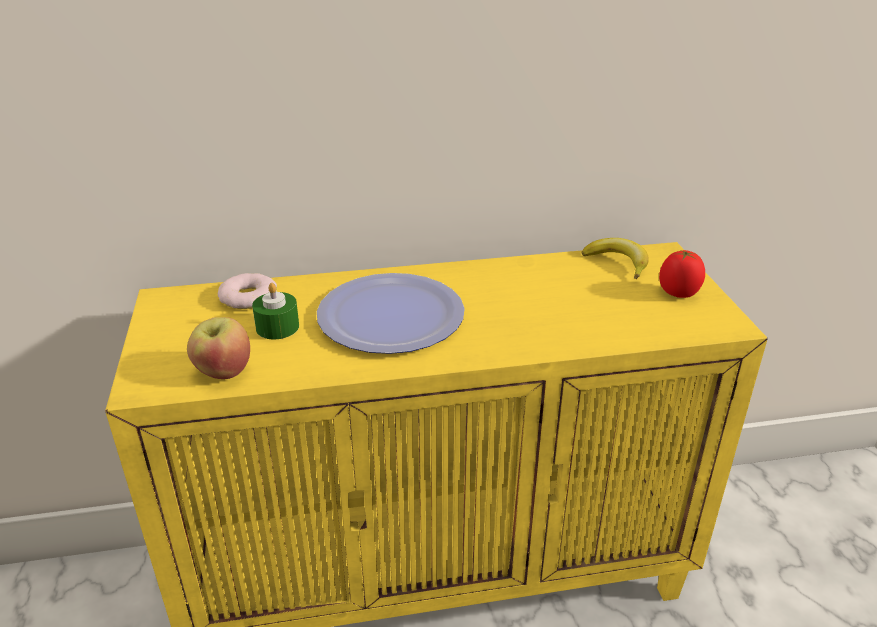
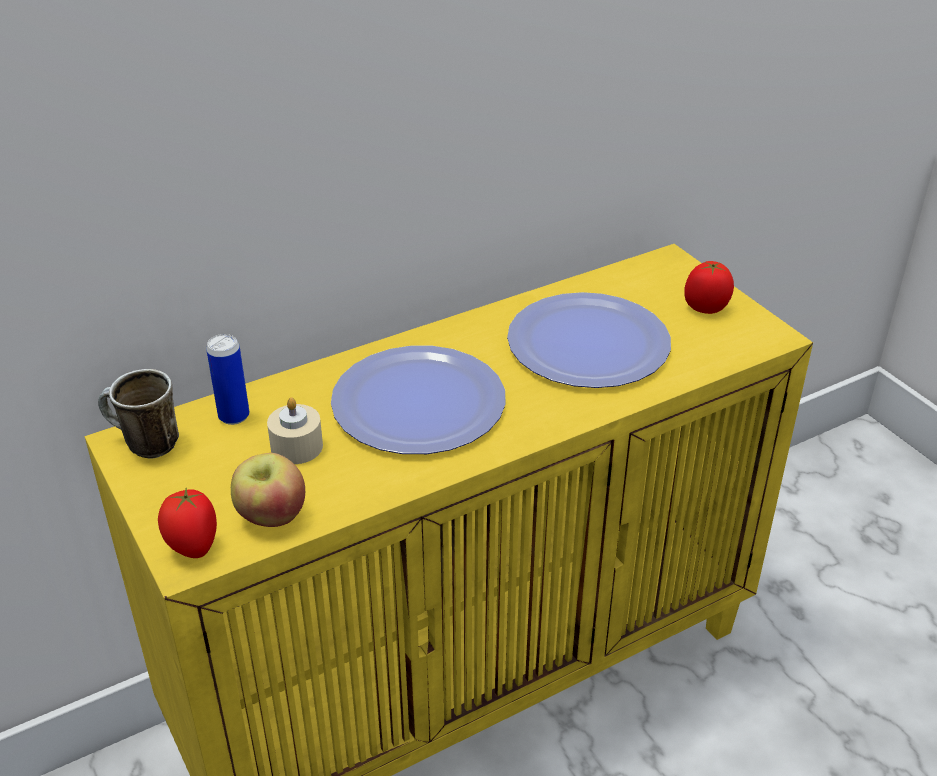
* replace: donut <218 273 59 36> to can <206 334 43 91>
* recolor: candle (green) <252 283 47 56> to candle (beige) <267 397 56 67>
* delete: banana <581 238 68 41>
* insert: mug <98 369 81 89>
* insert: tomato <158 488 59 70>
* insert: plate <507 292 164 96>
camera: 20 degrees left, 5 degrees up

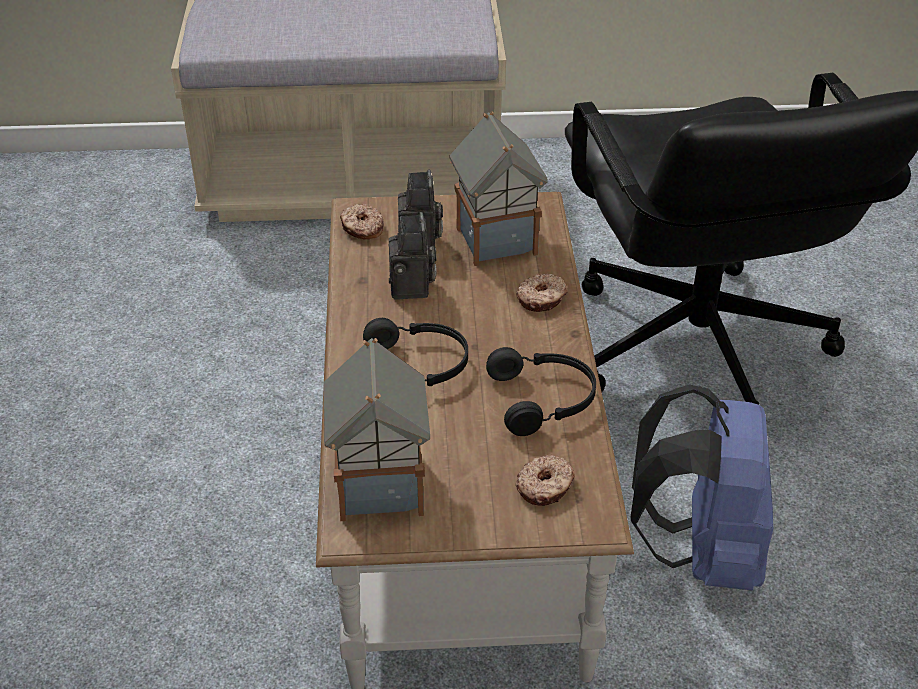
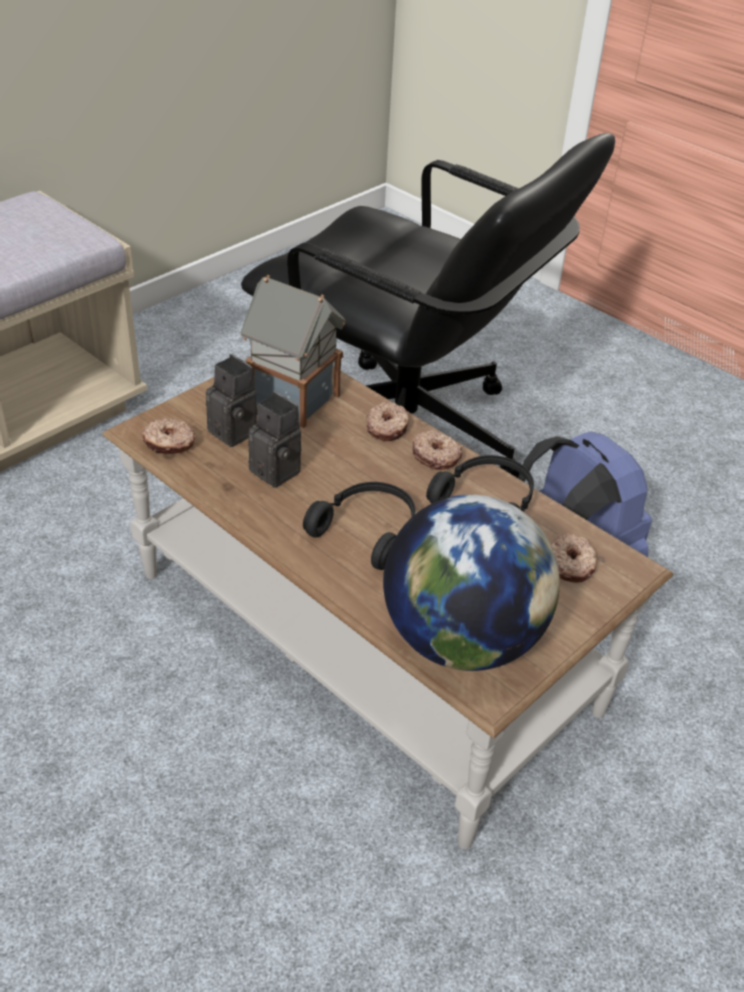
* replace: toy house <323 338 107 183> to globe <383 494 177 177>
* insert: donut <412 430 50 40>
camera: 45 degrees left, 0 degrees up

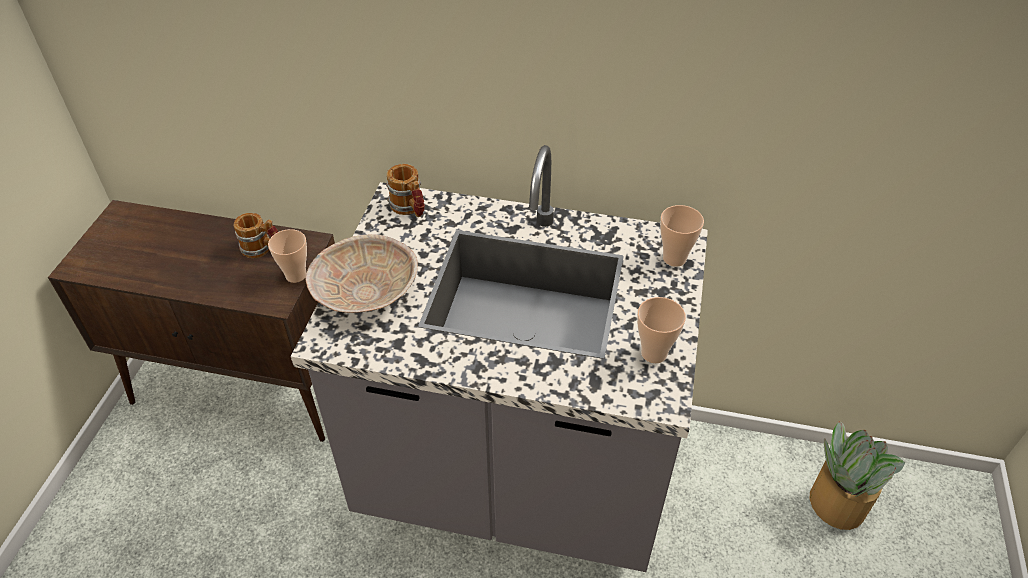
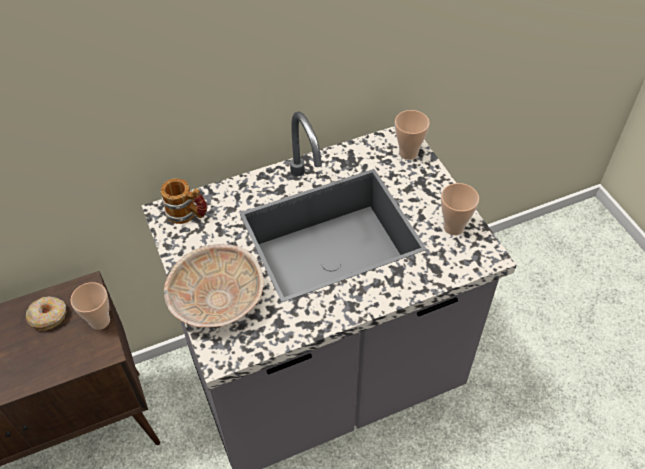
* replace: mug <233 213 45 45> to donut <26 296 40 34>
* delete: potted plant <810 421 95 109>
camera: 35 degrees left, 5 degrees up

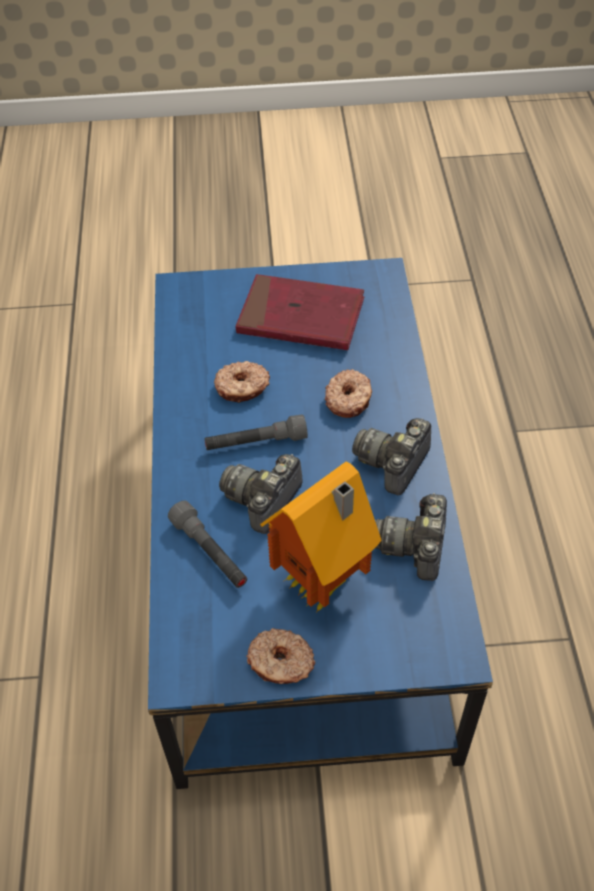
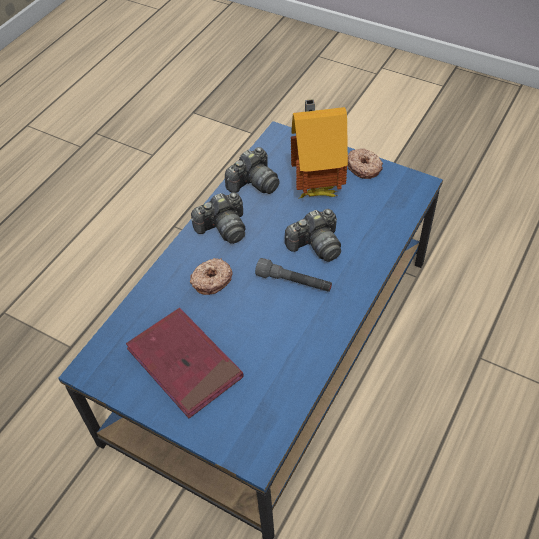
* delete: flashlight (grey) <168 500 79 88>
* delete: donut <214 361 56 42>
camera: 145 degrees left, 0 degrees up

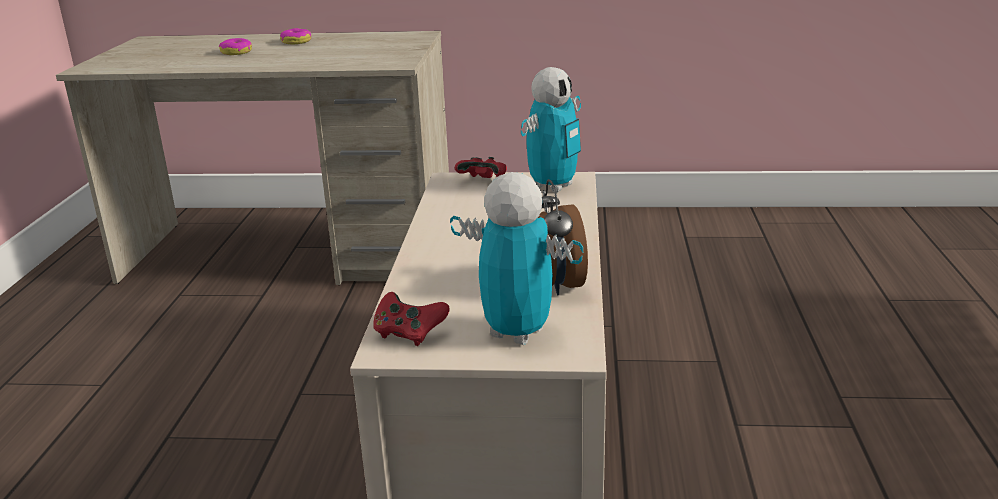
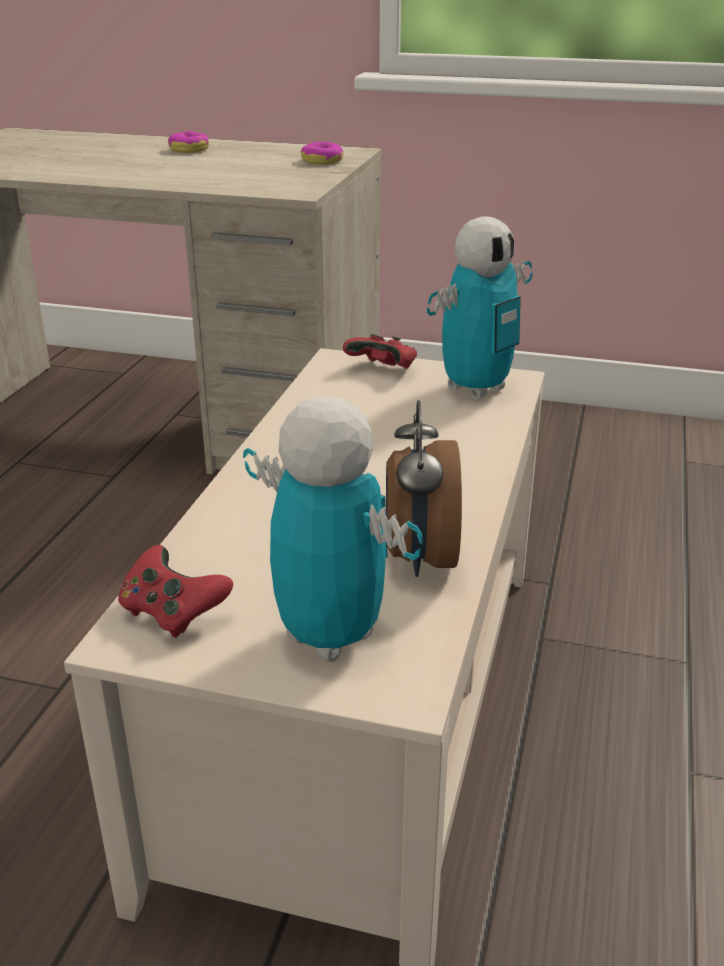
* move: donut <219 38 33 17> to <301 142 42 23>
camera: 10 degrees right, 5 degrees up

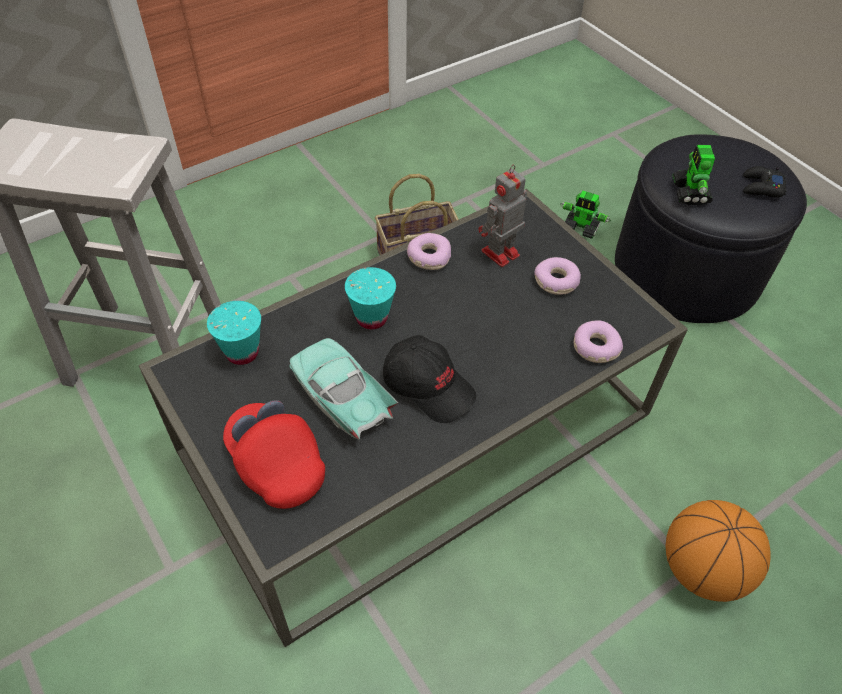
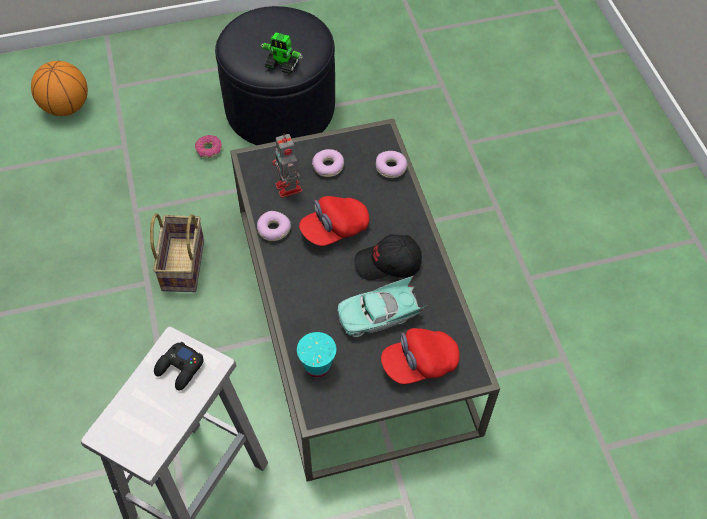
* delete: cup (turquoise) <345 267 51 62>
* rotate: cap (black) <383 335 93 88> = <354 234 68 46> 150 degrees counterclockwise
* replace: toy robot <560 190 51 49> to donut <195 135 27 23>
* move: basketball <666 500 105 102> to <31 61 57 55>
* move: game controller (black) <743 166 44 32> to <154 341 50 50>
* insert: cap (red) <299 196 70 50>
camera: 70 degrees left, 5 degrees up

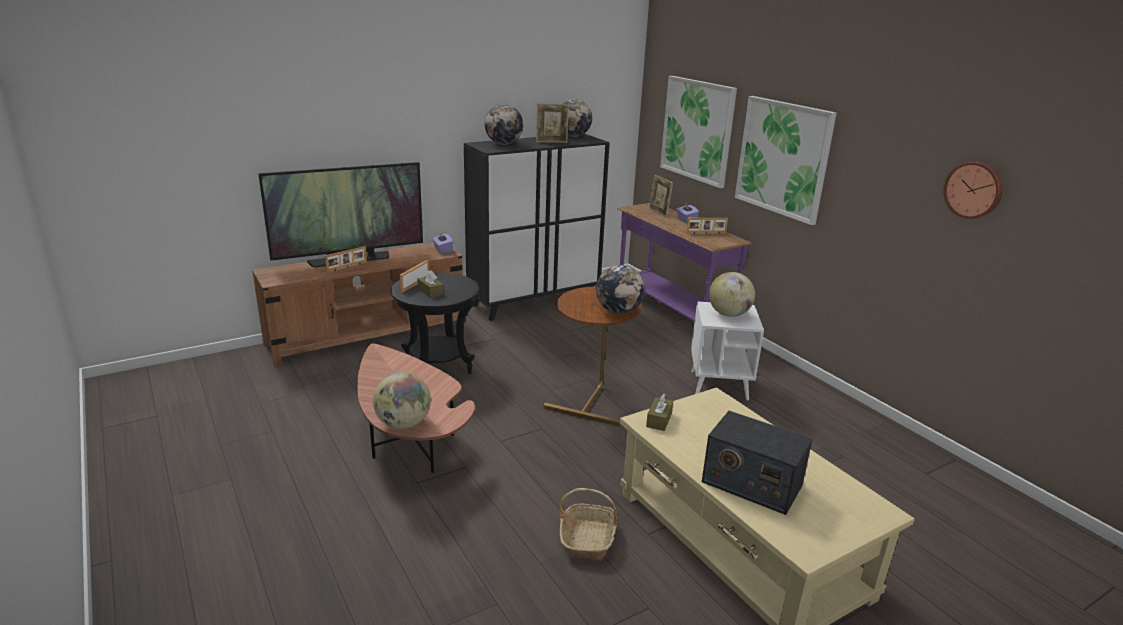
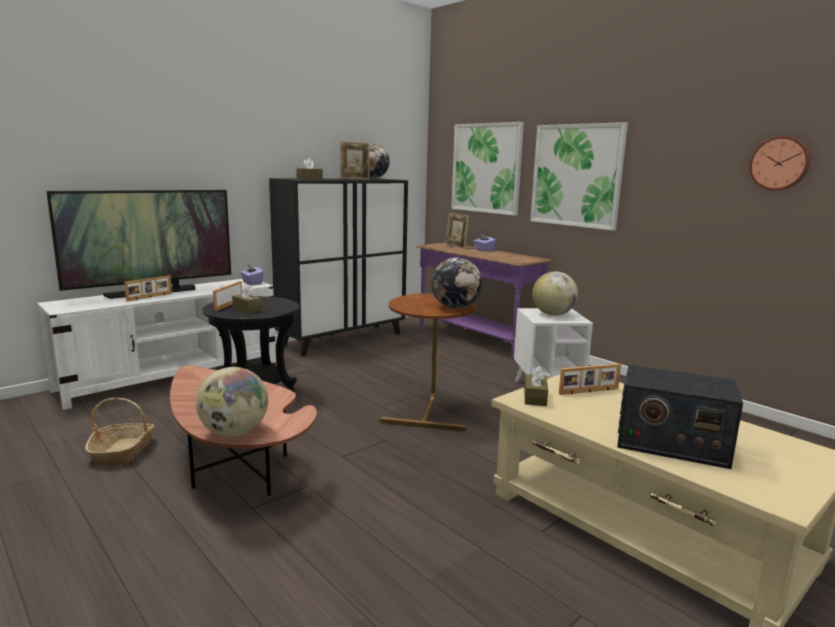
* recolor: tv stand (brown) <252 243 211 124> to tv stand (white) <37 279 239 131>
* replace: globe <485 104 38 41> to tissue box (brown) <296 159 27 20>
* move: basket <559 488 59 73> to <85 398 69 66>
* move: picture frame <686 218 42 16> to <559 363 62 32>
camera: 10 degrees left, 10 degrees down

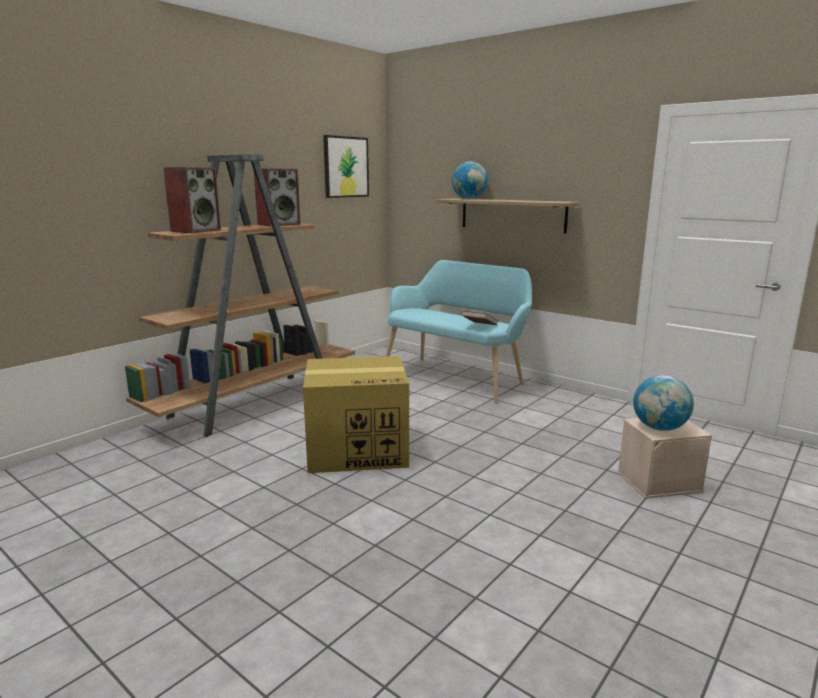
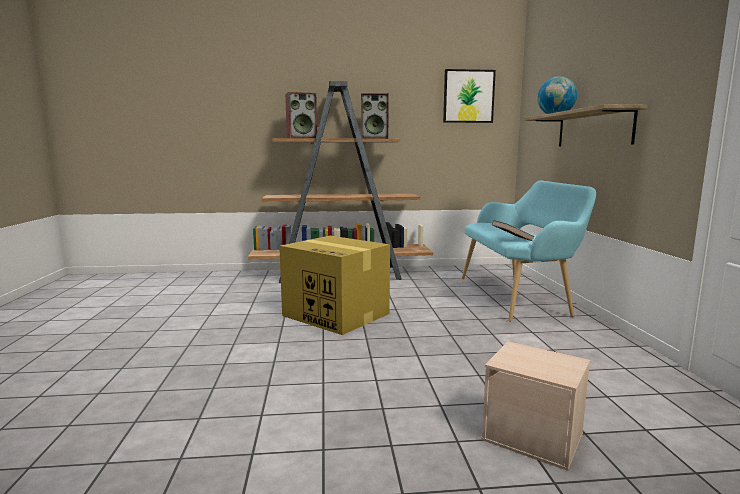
* delete: globe <633 375 61 56>
camera: 45 degrees right, 5 degrees down

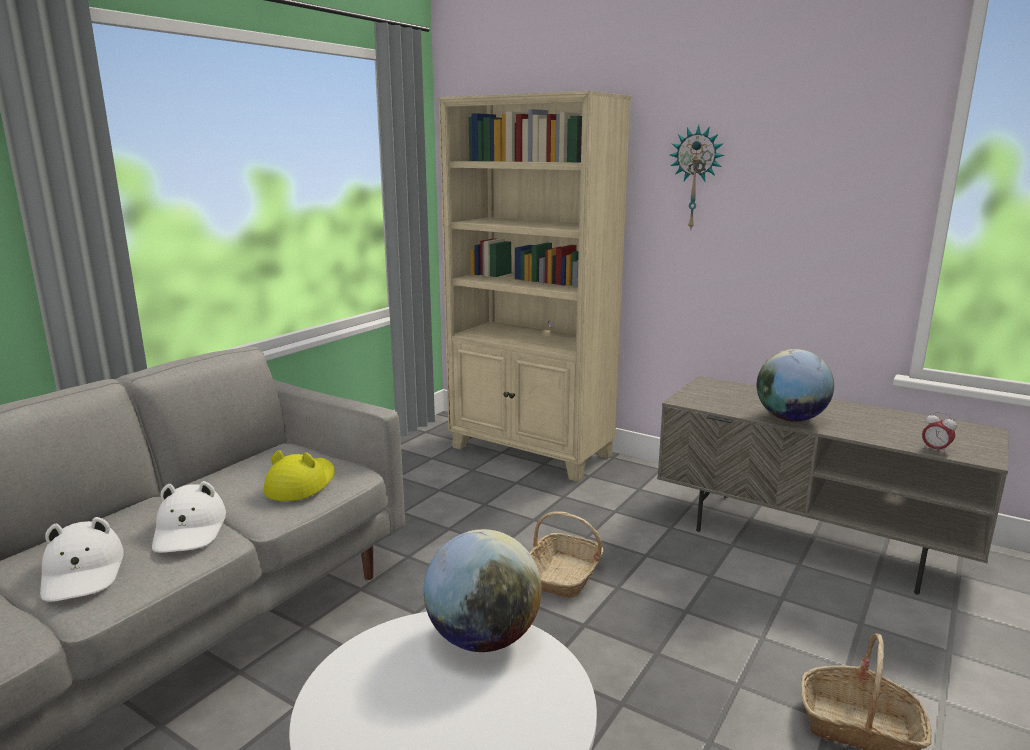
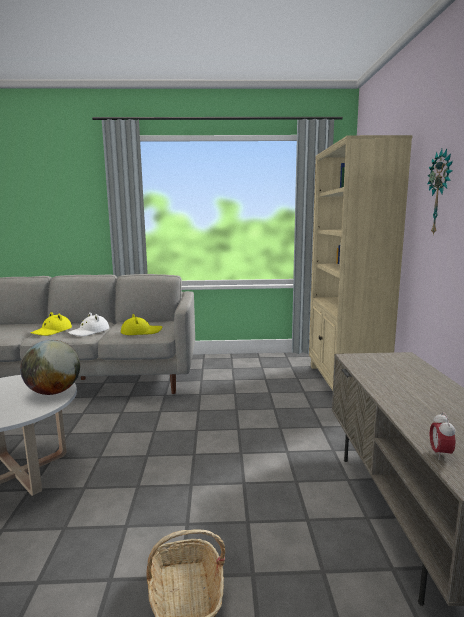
* recolor: hat (white) <40 517 84 85> to hat (yellow) <31 312 41 24>
* delete: basket <530 511 73 87>
* delete: globe <757 349 77 73>
camera: 55 degrees right, 5 degrees down

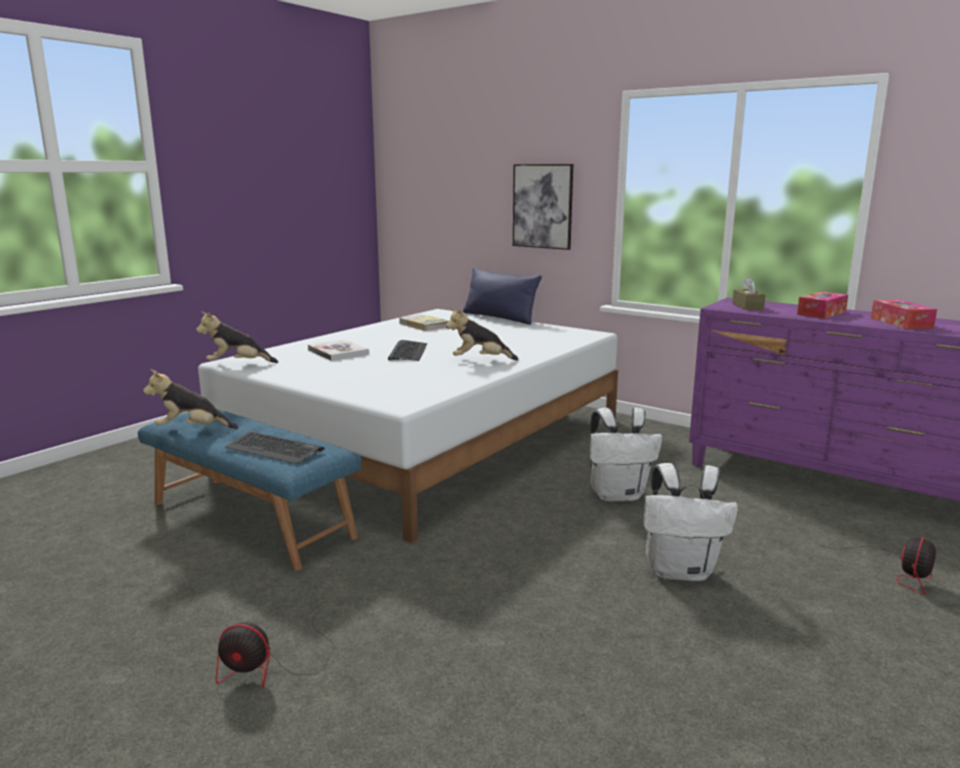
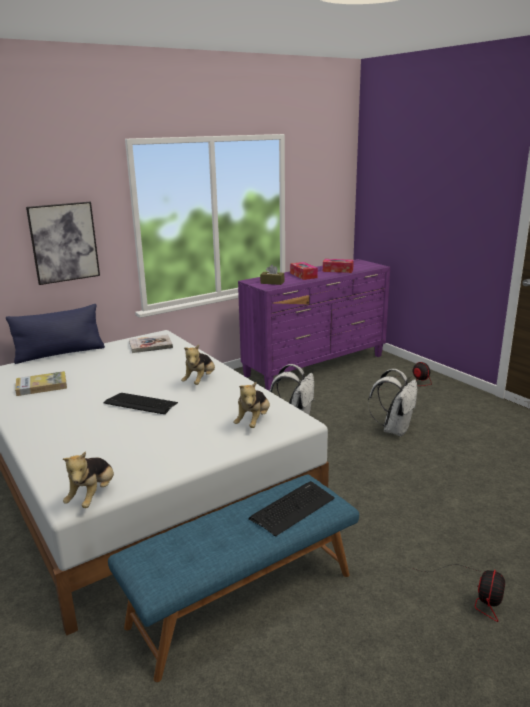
* move: plush toy <143 369 96 60> to <234 381 36 47>
* move: book <308 339 61 22> to <129 334 44 19>
camera: 70 degrees left, 5 degrees up

